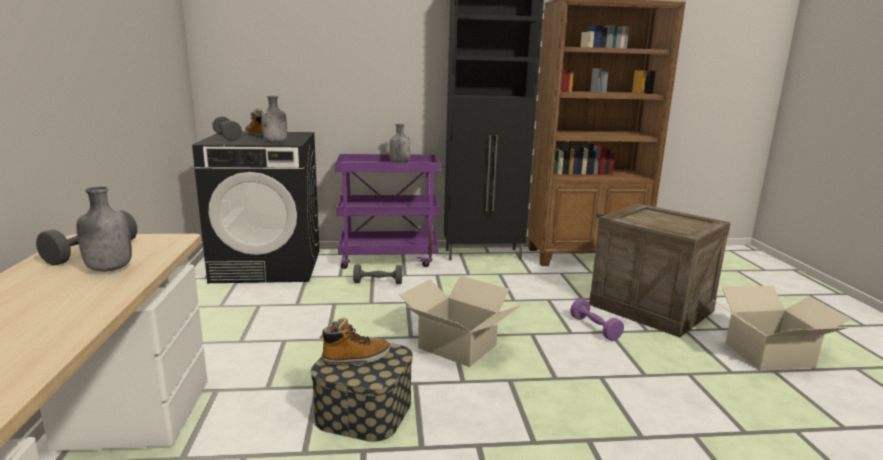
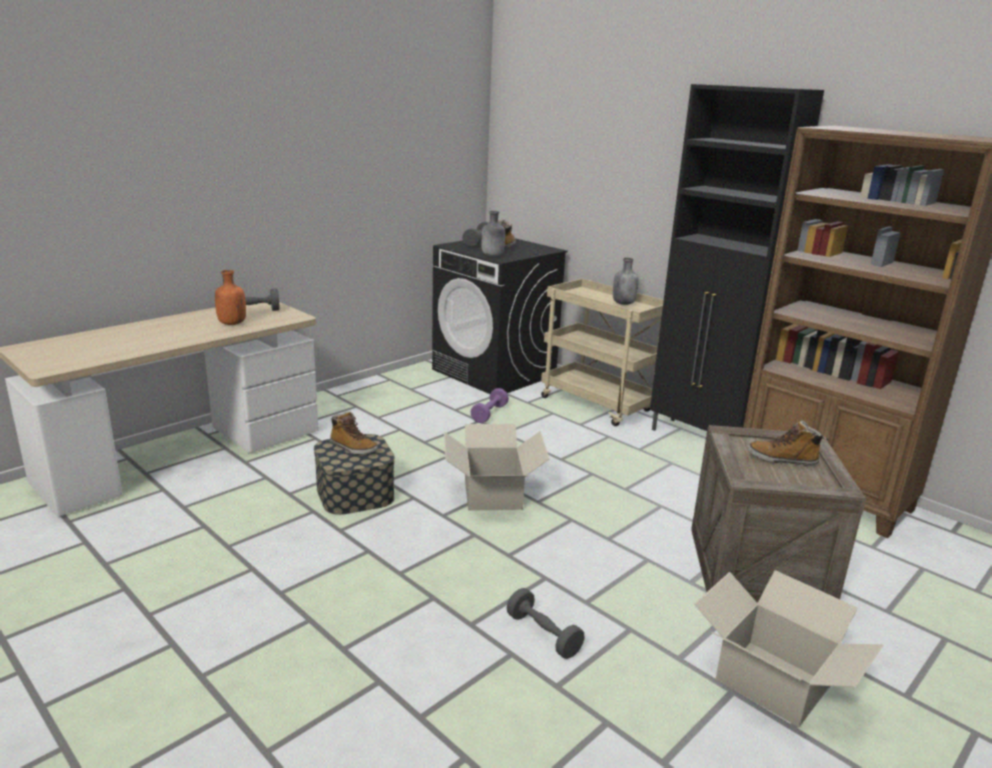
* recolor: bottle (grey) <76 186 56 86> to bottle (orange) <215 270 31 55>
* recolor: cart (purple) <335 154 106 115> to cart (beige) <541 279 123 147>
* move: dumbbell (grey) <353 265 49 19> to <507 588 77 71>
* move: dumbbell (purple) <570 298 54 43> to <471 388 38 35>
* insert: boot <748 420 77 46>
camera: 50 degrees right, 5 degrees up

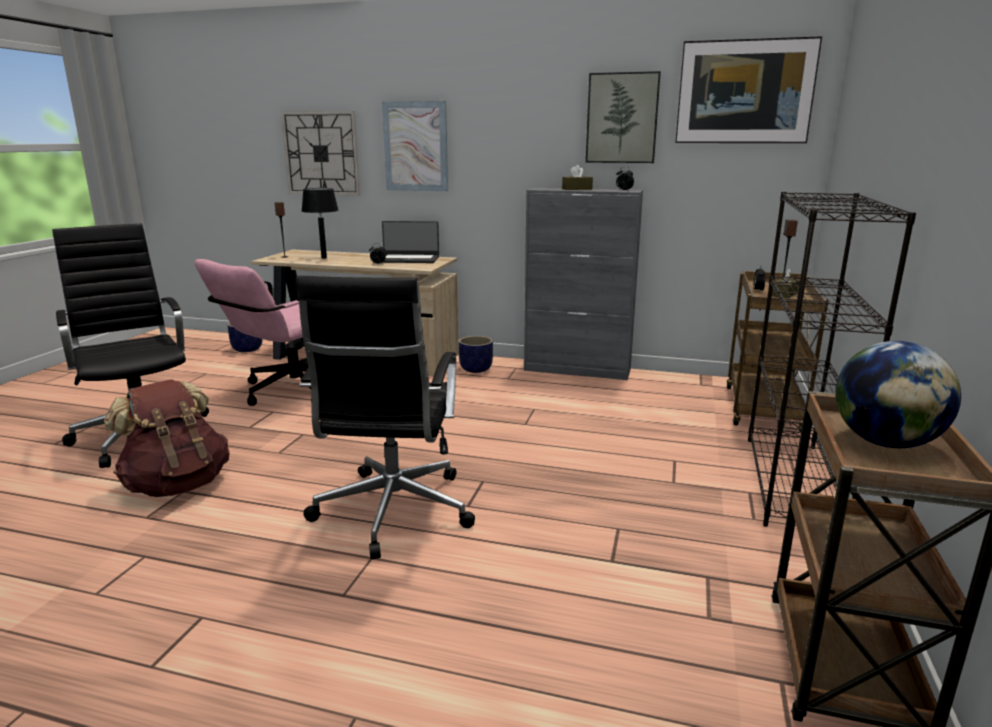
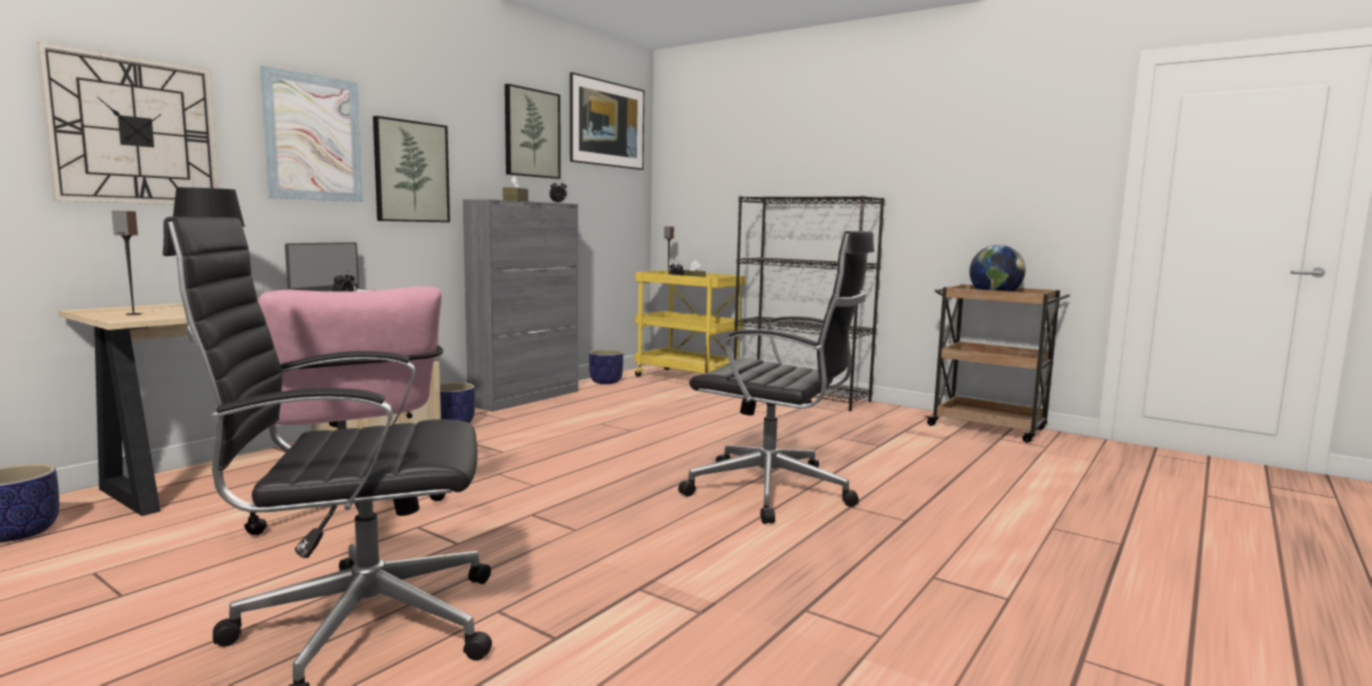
* delete: backpack (brown) <104 379 125 118>
* recolor: cart (brown) <727 271 102 161> to cart (yellow) <634 270 112 107>
* insert: picture <373 116 77 106>
* insert: planter <589 350 34 34>
camera: 70 degrees left, 10 degrees down

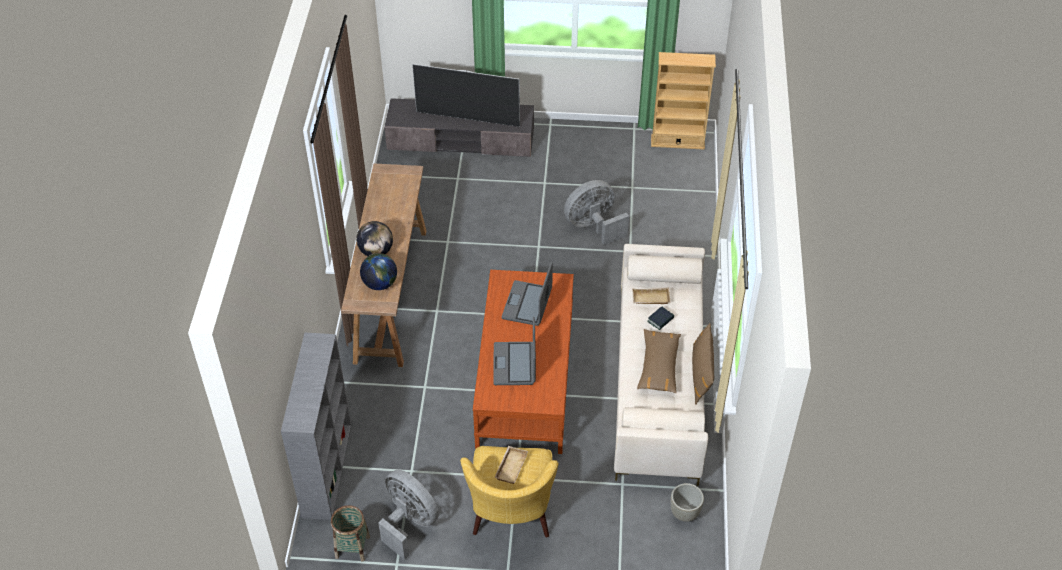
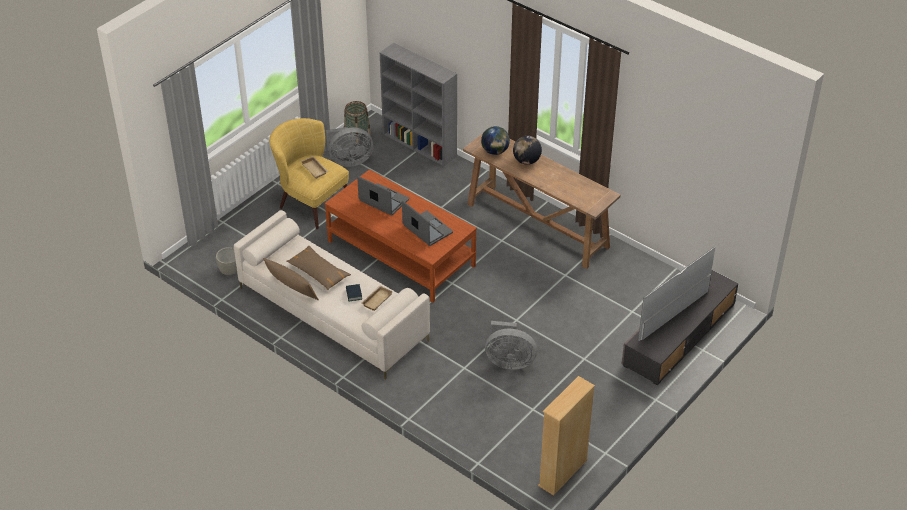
* rotate: fan (grey) <564 180 65 65> = <485 321 52 49> 90 degrees clockwise
camera: 125 degrees right, 5 degrees down

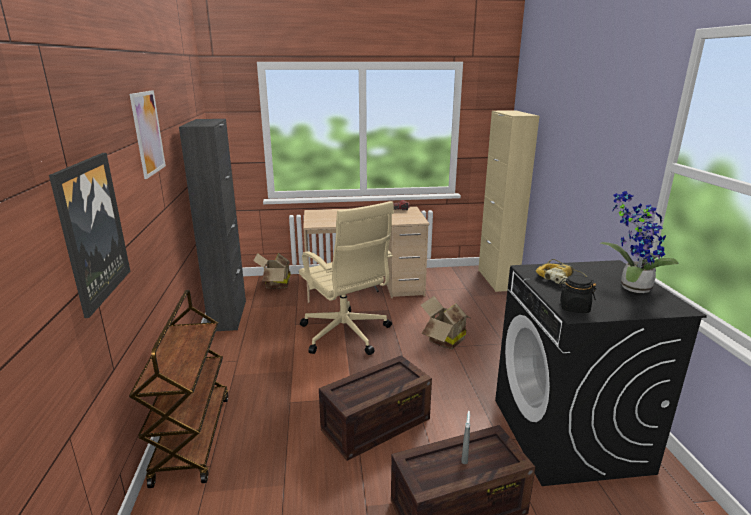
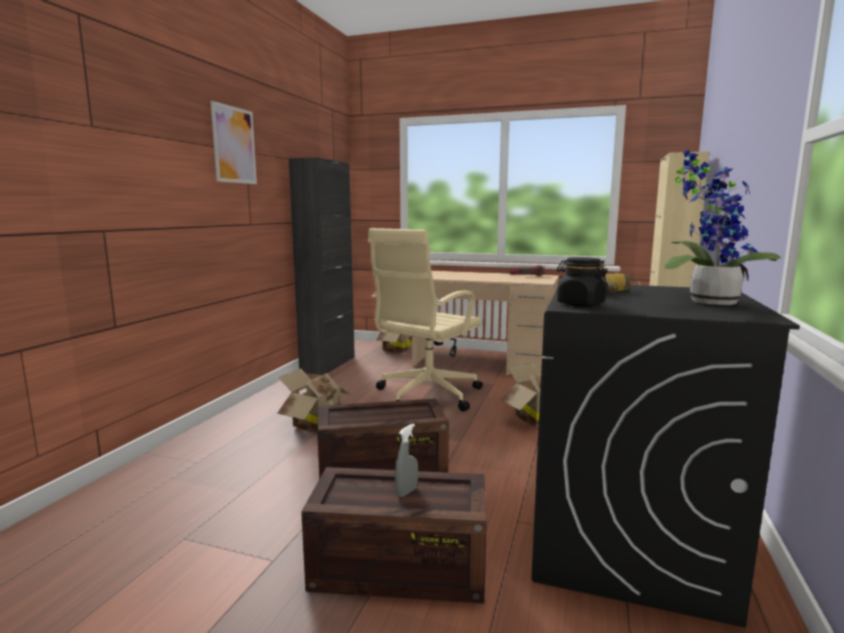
* delete: picture <49 153 81 165>
* delete: cart (brown) <129 290 99 198>
* rotate: office chair (beige) <299 201 95 154> = <368 228 115 183> 45 degrees clockwise
* insert: cardboard box <277 368 75 65>
camera: 25 degrees right, 10 degrees down

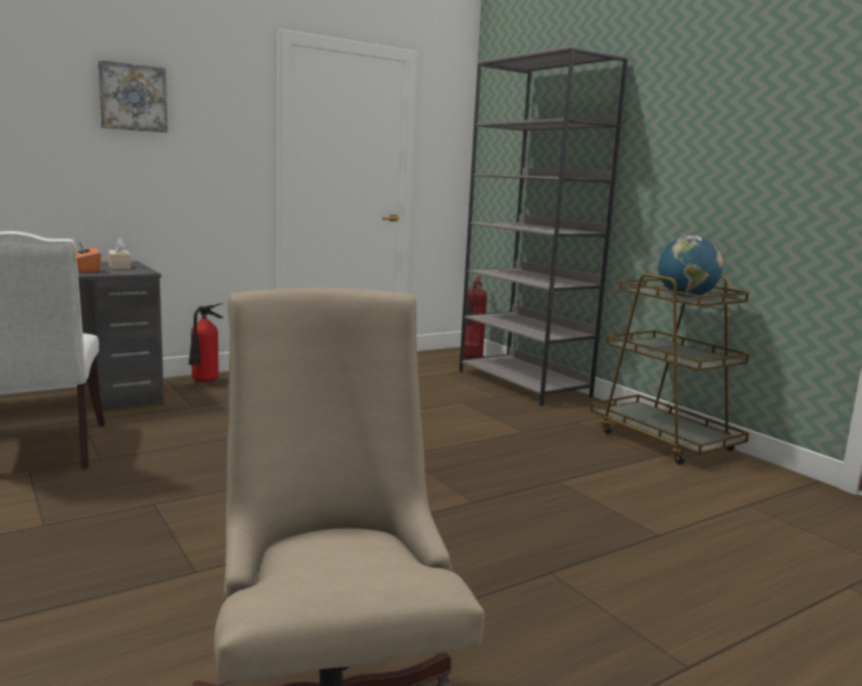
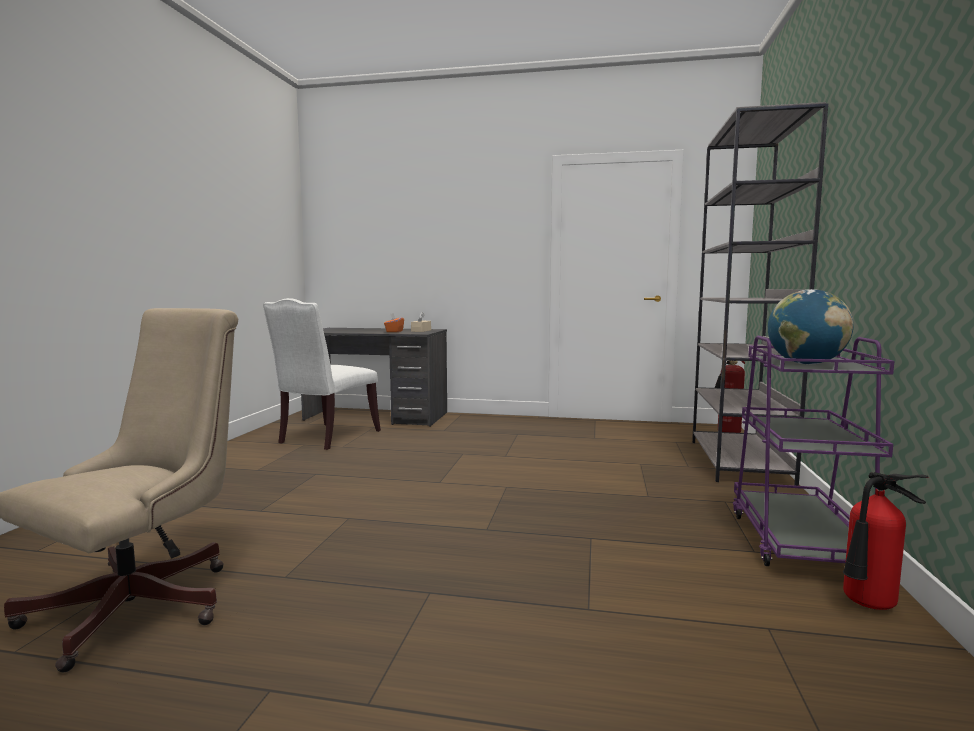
* delete: picture <98 60 70 73>
* move: fire extinguisher <188 303 36 79> to <843 472 85 138>
* recolor: cart (brown) <590 274 159 191> to cart (purple) <733 336 161 230>
camera: 45 degrees right, 5 degrees down

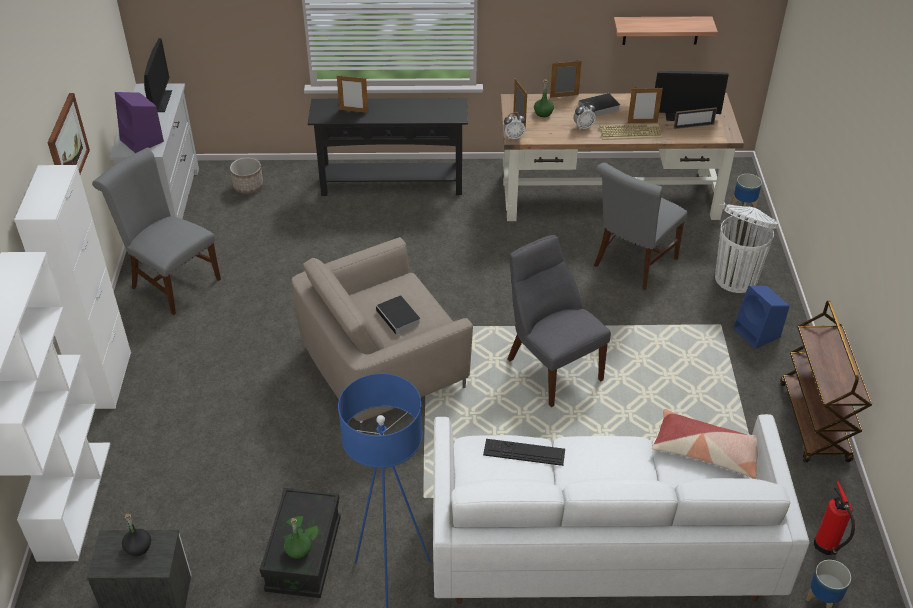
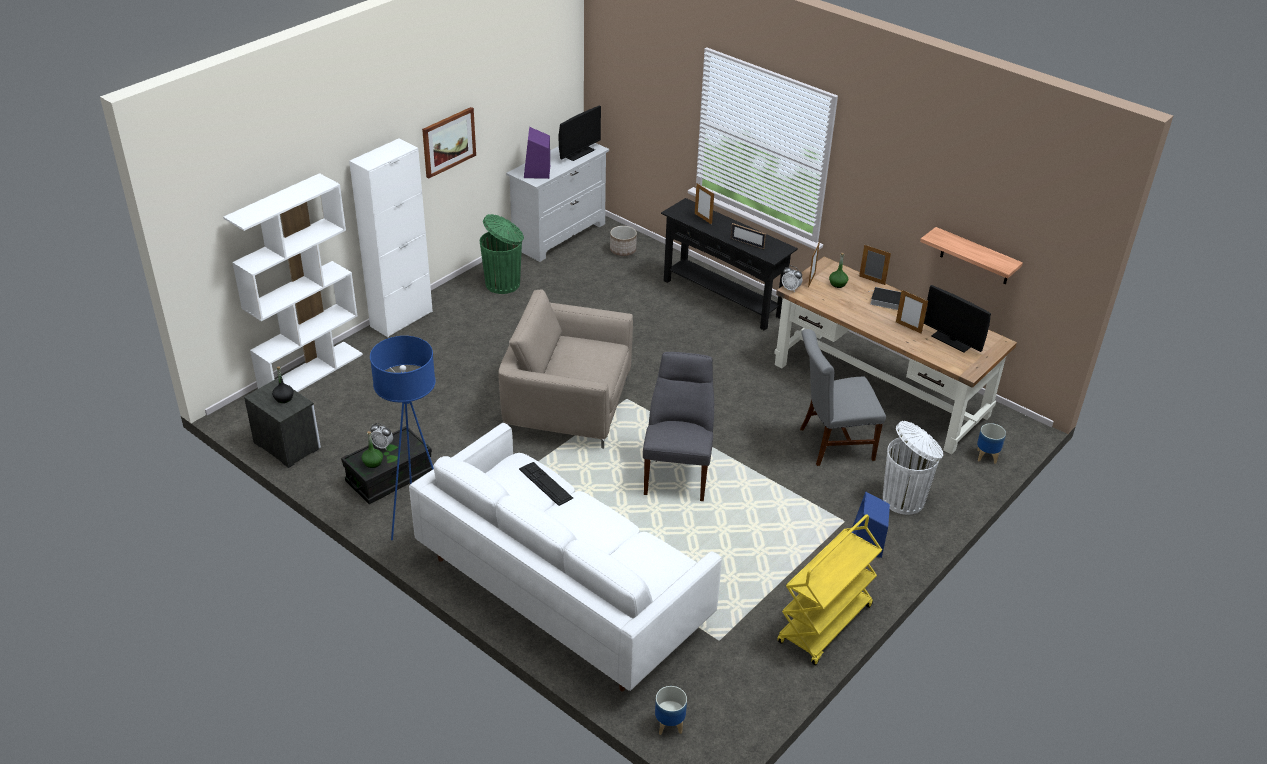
* replace: chair (grey) <92 147 129 168> to trash can (green) <480 214 44 80>
* delete: book <376 295 45 44>
* move: alarm clock <573 102 23 28> to <370 423 23 27>
* delete: keyboard <600 123 62 17>
* delete: pillow <652 409 106 70>
* move: picture frame <674 107 43 22> to <731 223 35 26>
* recolor: cart (brown) <780 301 92 161> to cart (yellow) <777 514 105 151>
* delete: fire extinguisher <814 481 41 74>
camera: 40 degrees right, 5 degrees down

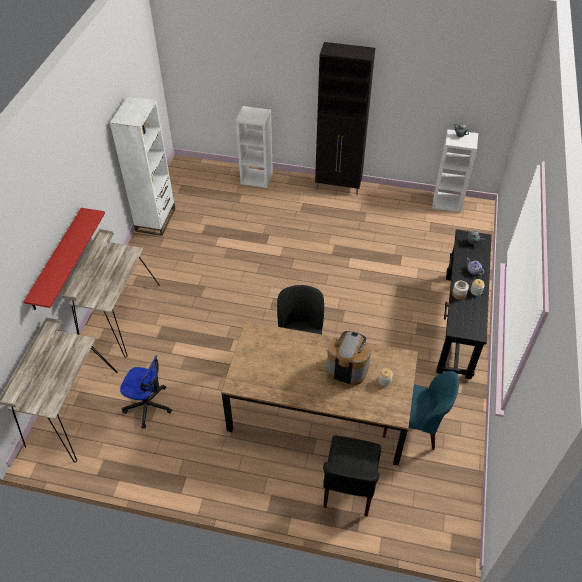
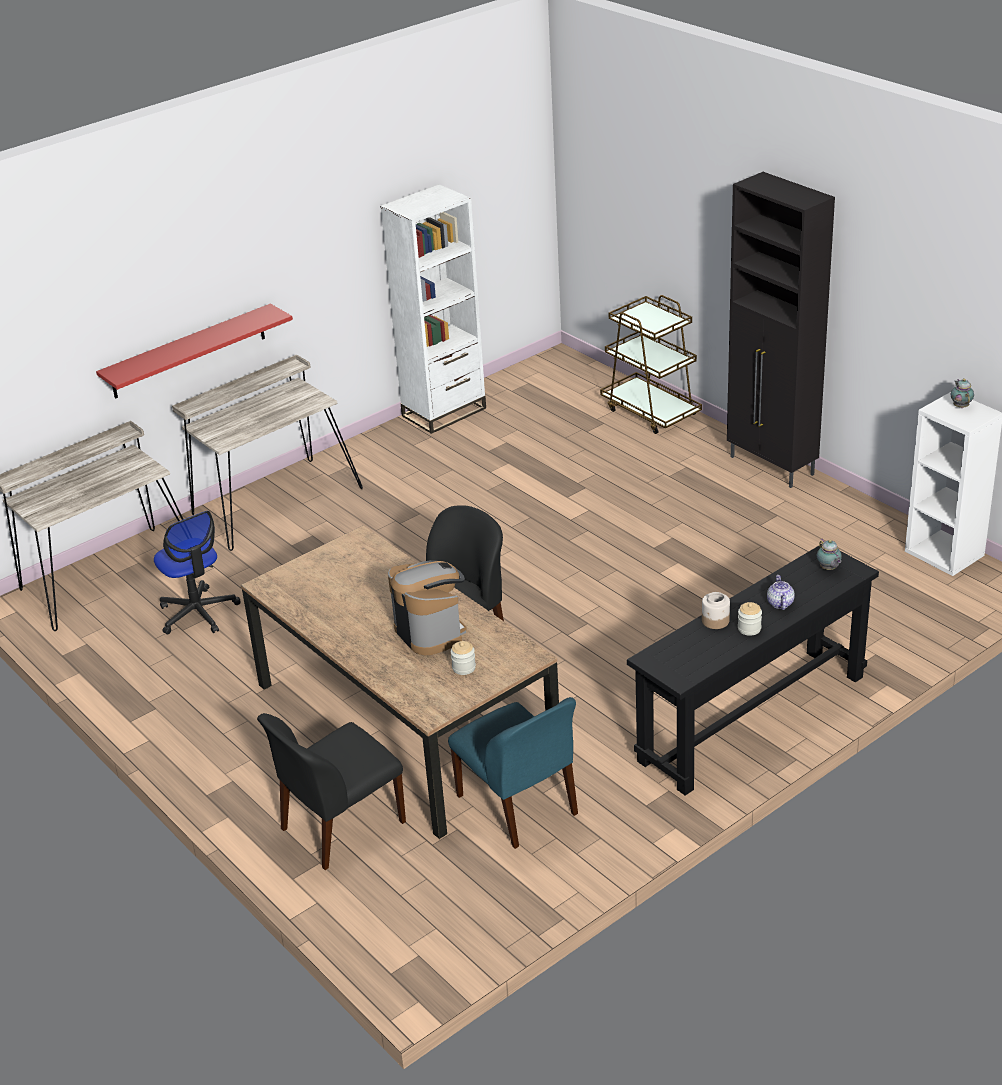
* replace: bookcase (white) <236 106 37 82> to cart (brown) <600 295 102 139>
camera: 40 degrees right, 15 degrees down

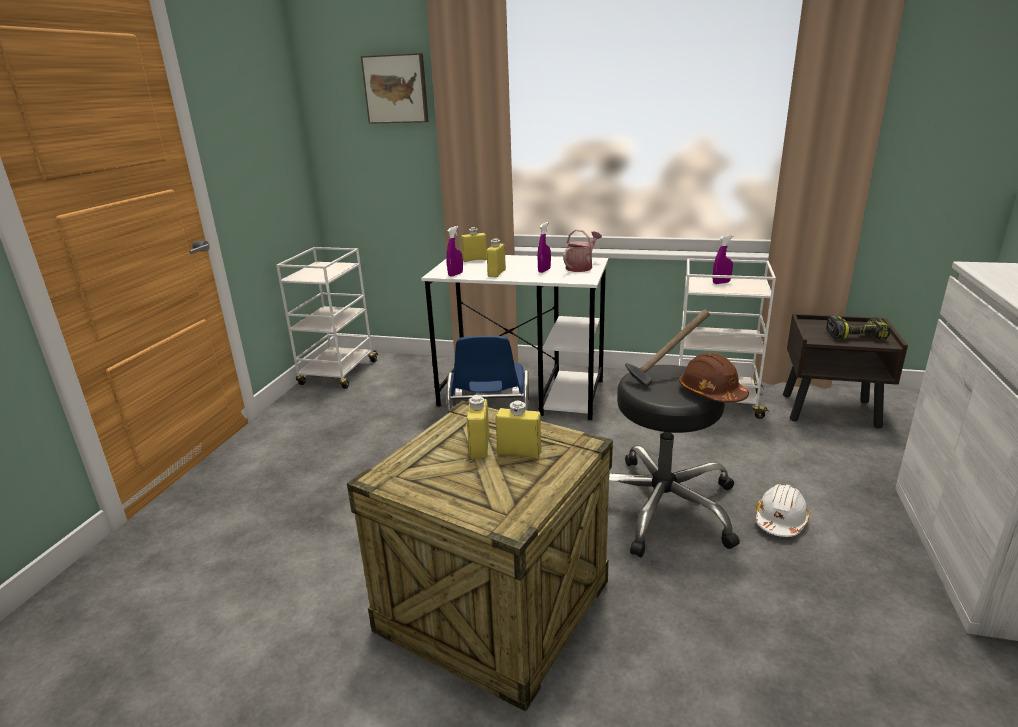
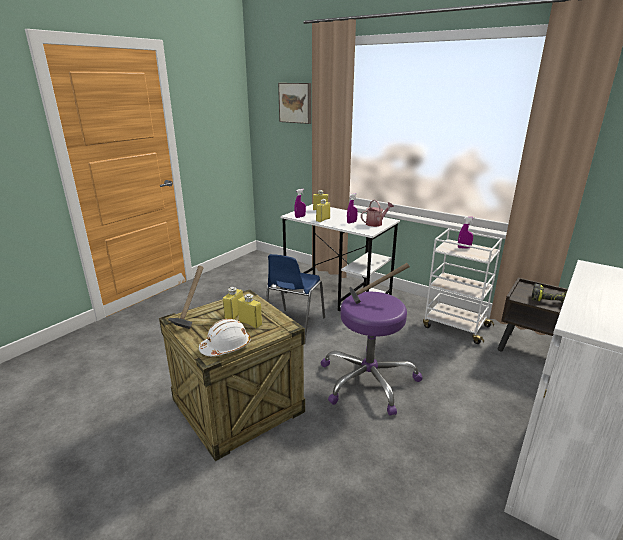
* delete: cart (white) <276 247 102 142>
* recolor: stool (black) <609 365 131 193> to stool (purple) <321 292 102 123>
* delete: hard hat (brown) <679 353 70 50>
* move: hard hat (white) <756 484 53 53> to <199 319 51 37>
* insert: hammer <168 266 35 63>
camera: 20 degrees right, 0 degrees up

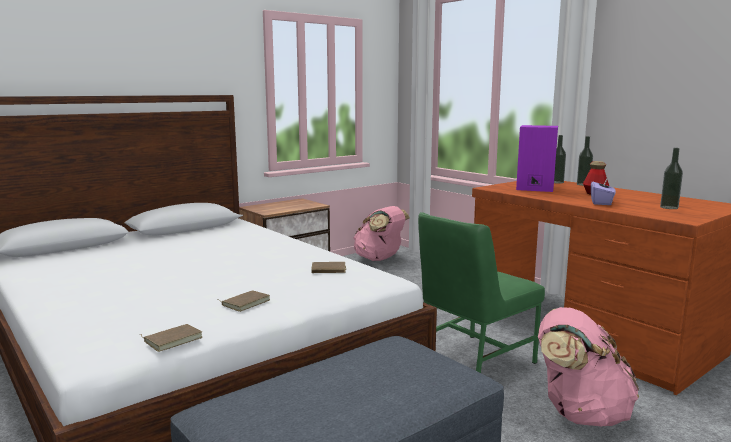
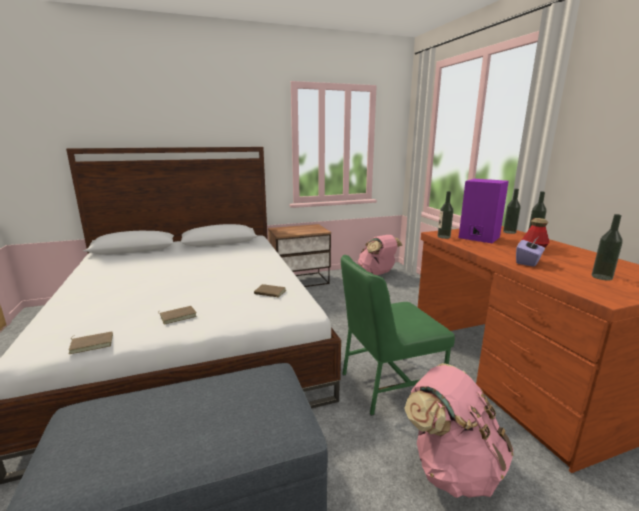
* insert: bottle <438 191 15 48>
camera: 20 degrees right, 5 degrees up

